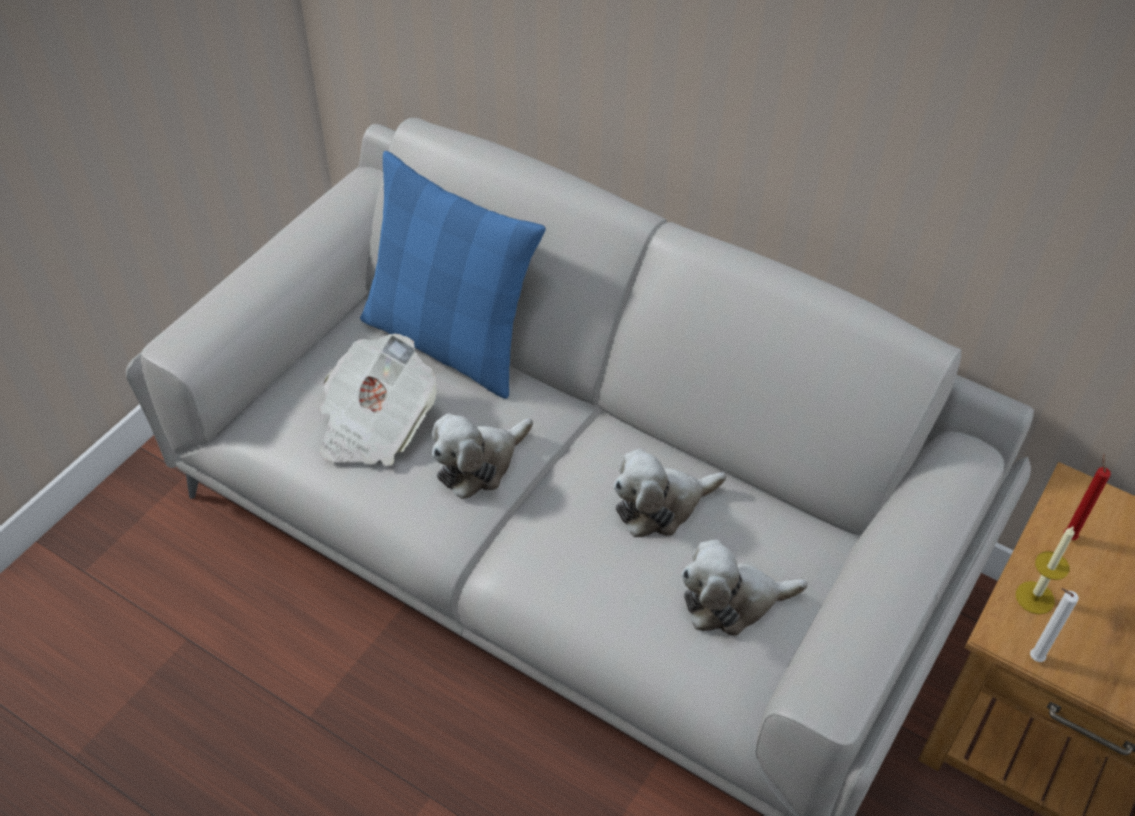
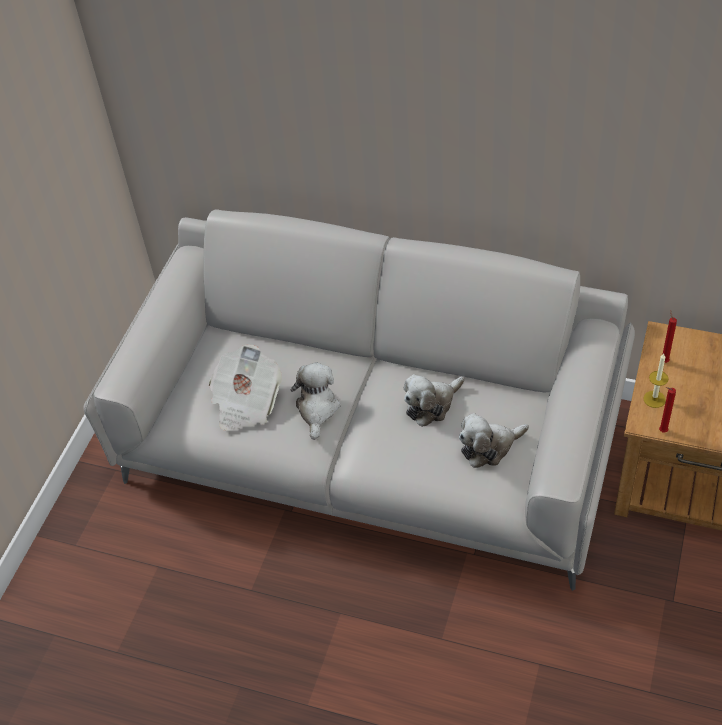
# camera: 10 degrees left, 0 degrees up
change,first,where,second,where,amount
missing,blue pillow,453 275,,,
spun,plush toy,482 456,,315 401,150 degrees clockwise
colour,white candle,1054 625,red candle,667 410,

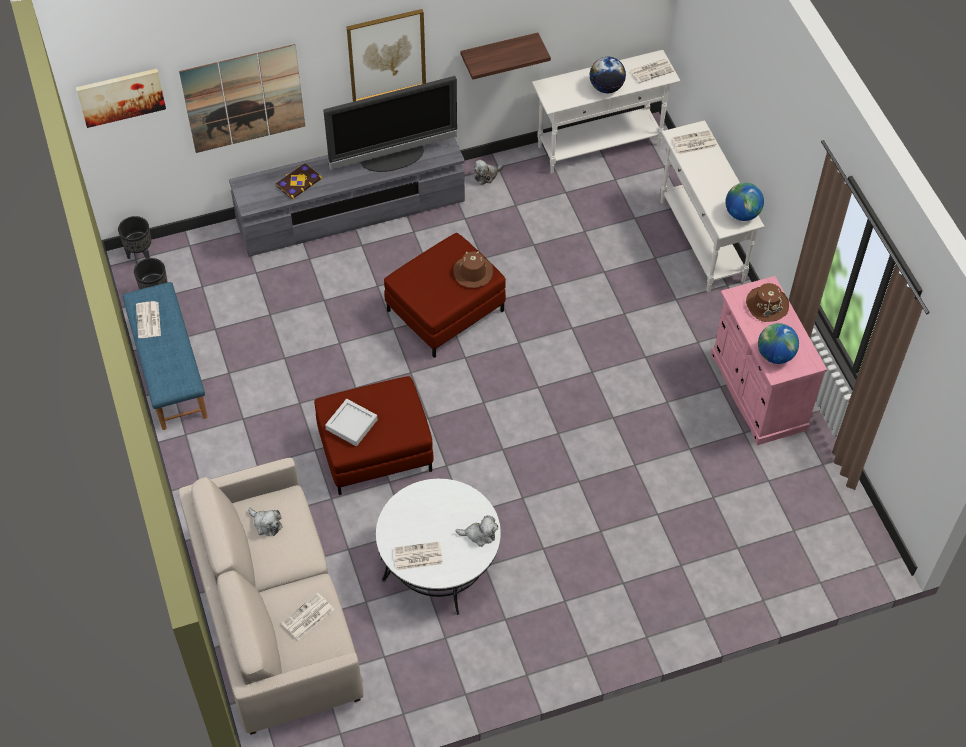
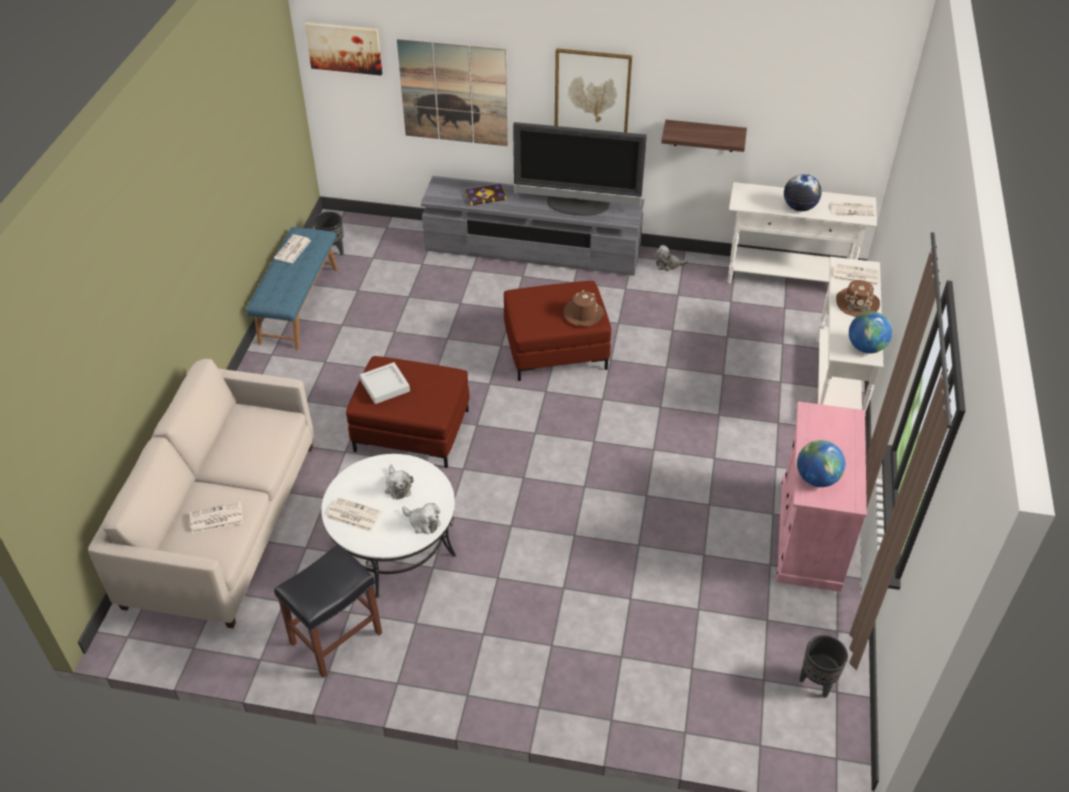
# camera: 30 degrees right, 10 degrees down
change,first,where,second,where,amount
relocated,black planter,134 237,,824 666,
relocated,brown hat,767 302,,858 298,
relocated,plush toy,265 521,,399 482,
appeared,,,black stool,328 611,

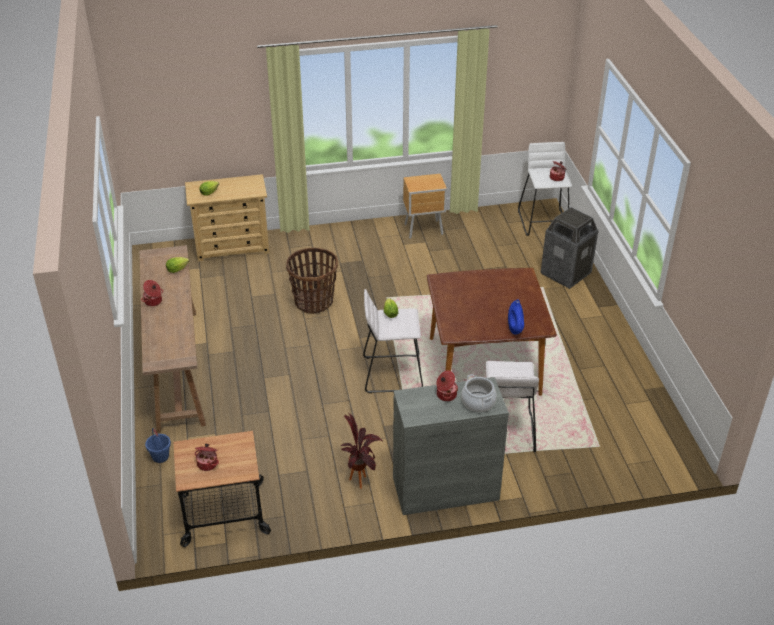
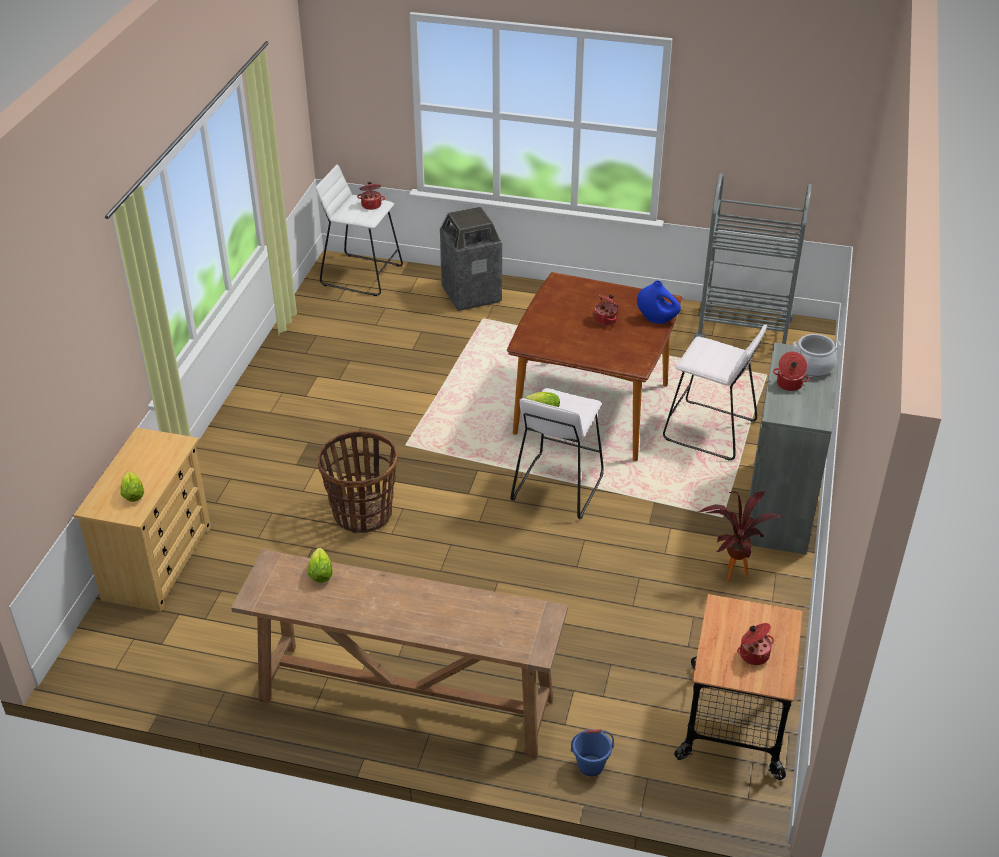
# camera: 65 degrees left, 0 degrees up
change,first,where,second,where,amount
missing,brown nightstand,425 206,,,
relocated,cooking pot,152 293,,607 310,
appeared,,,grey cart,753 258,

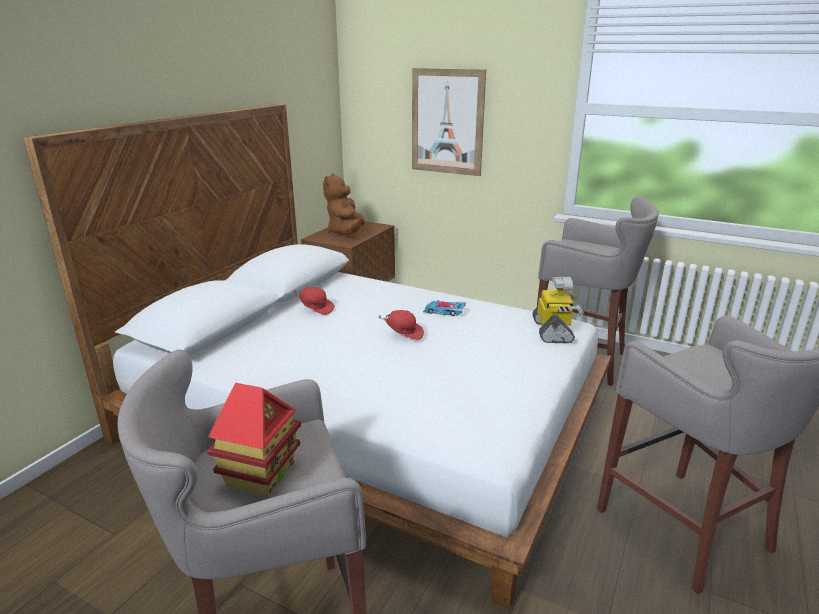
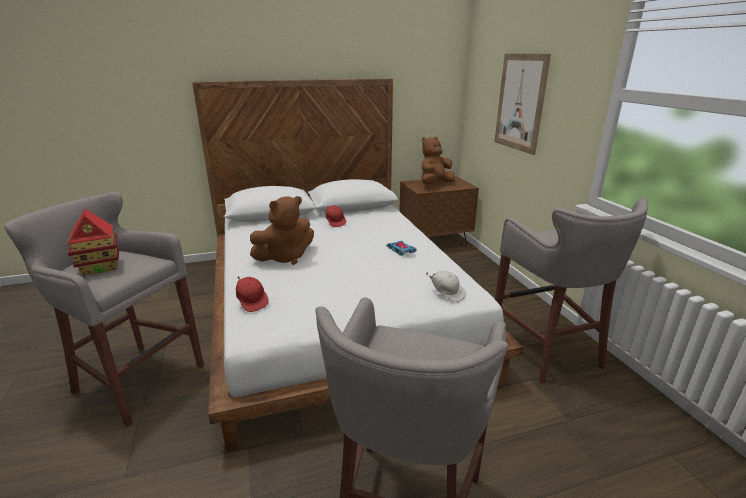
# camera: 45 degrees right, 0 degrees up
change,first,where,second,where,amount
exchanged,toy robot,558 310,white cap,446 286,
relocated,red cap,401 325,,252 294,
appeared,,,brown plush toy,282 230,

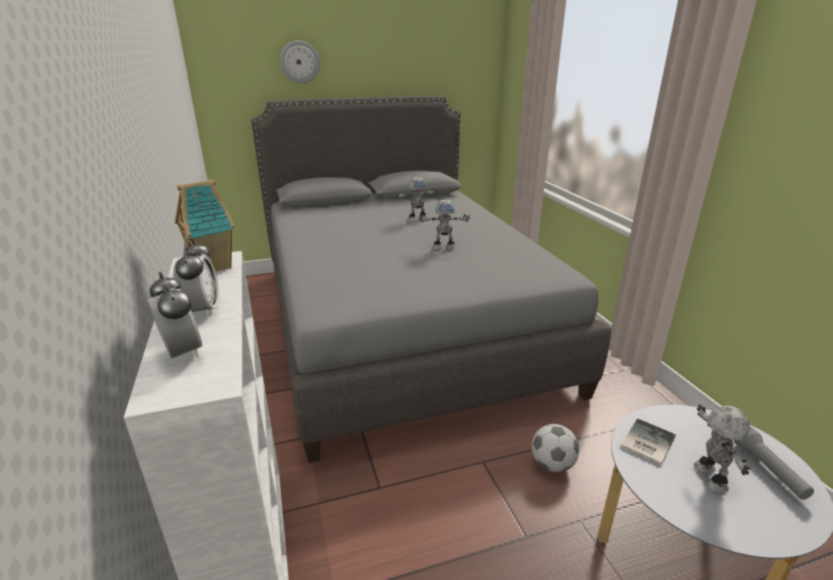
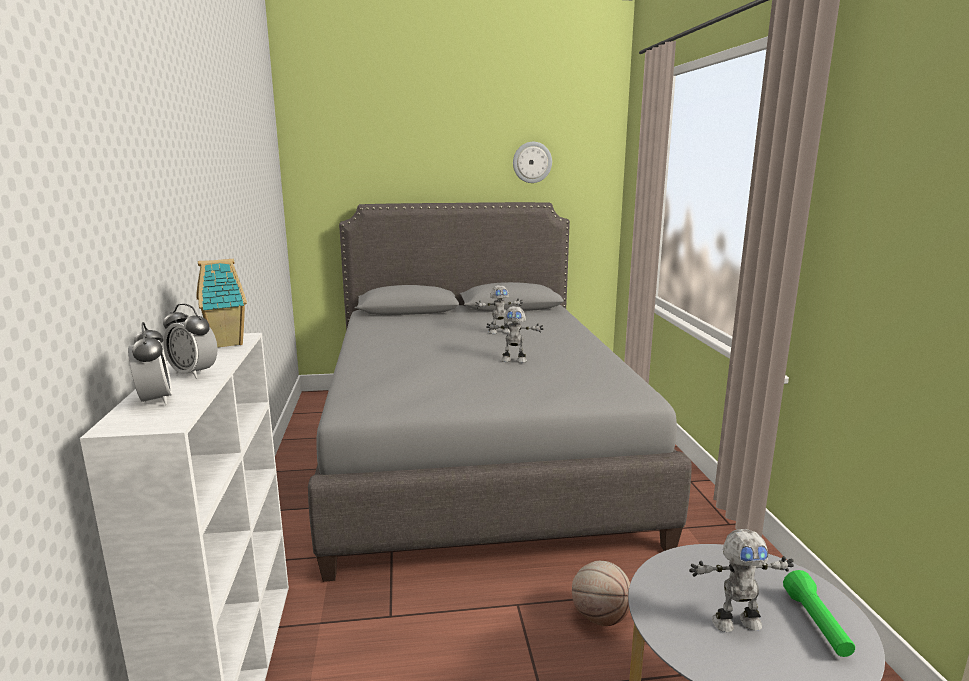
# camera: 10 degrees right, 10 degrees down
change,first,where,second,where,amount
relocated,wall clock,300 61,,532 162,
spun,alarm clock,196 278,,190 341,120 degrees clockwise
spun,toy robot,722 448,,741 580,75 degrees clockwise
missing,book,648 442,,,
exchanged,football,555 448,basketball,601 593,
colour,grey flashlight,774 463,green flashlight,819 613,

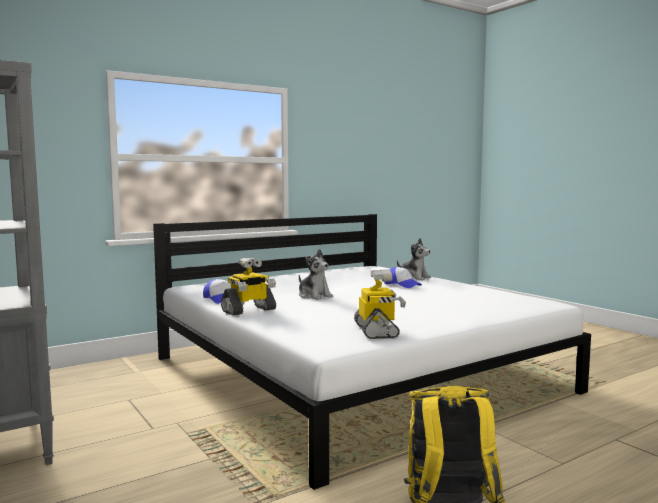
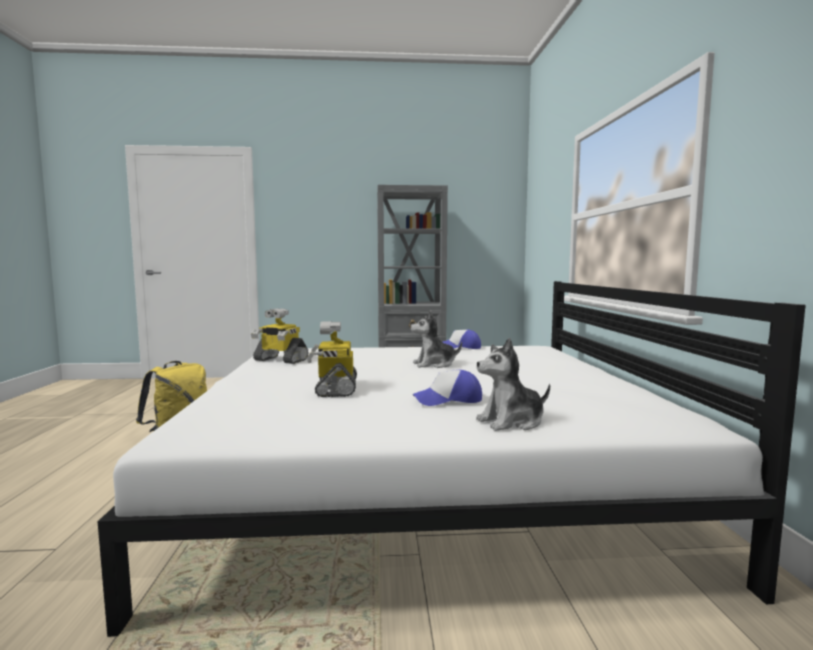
# camera: 120 degrees right, 0 degrees up
change,first,where,second,where,amount
relocated,toy robot,248 286,,332 359,

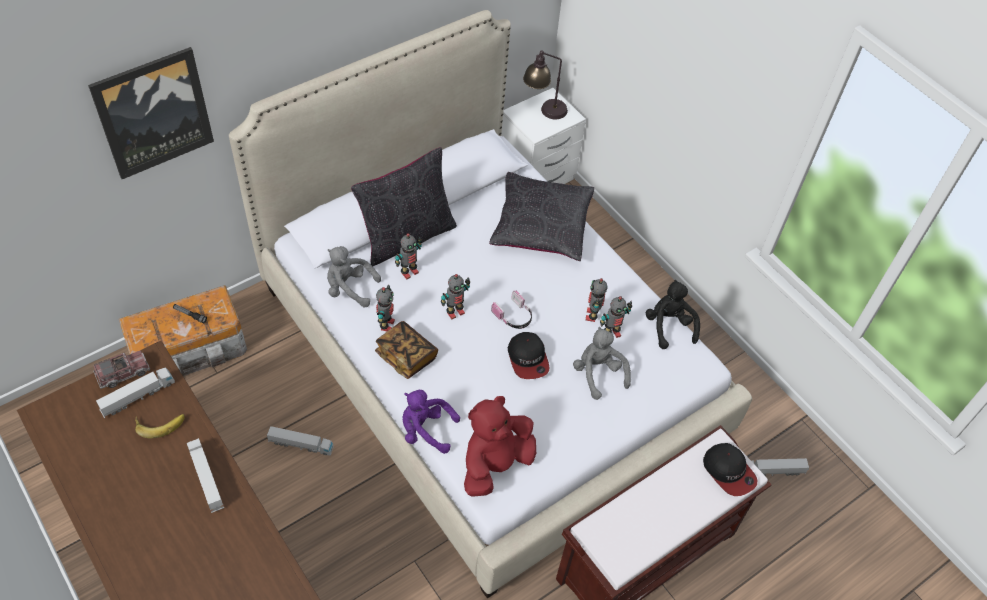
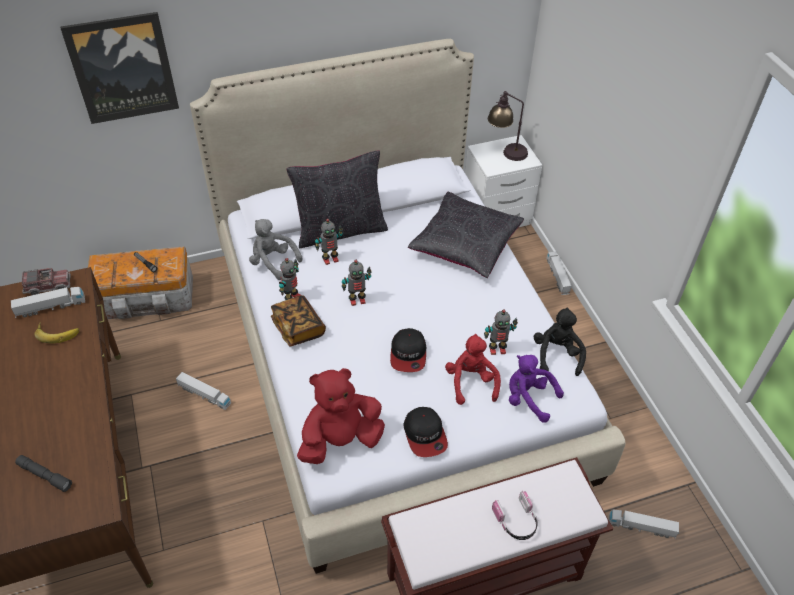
# camera: 20 degrees right, 5 degrees down
change,first,where,second,where,amount
missing,toy robot,597 300,,,
relocated,headphones,511 309,,515 515,
colour,grey plush toy,602 363,red plush toy,473 369,
relocated,purple plush toy,431 422,,536 389,
relocated,toy truck,205 475,,558 273,
relocated,cap,730 469,,425 432,
appeared,,,grey flashlight,43 473,

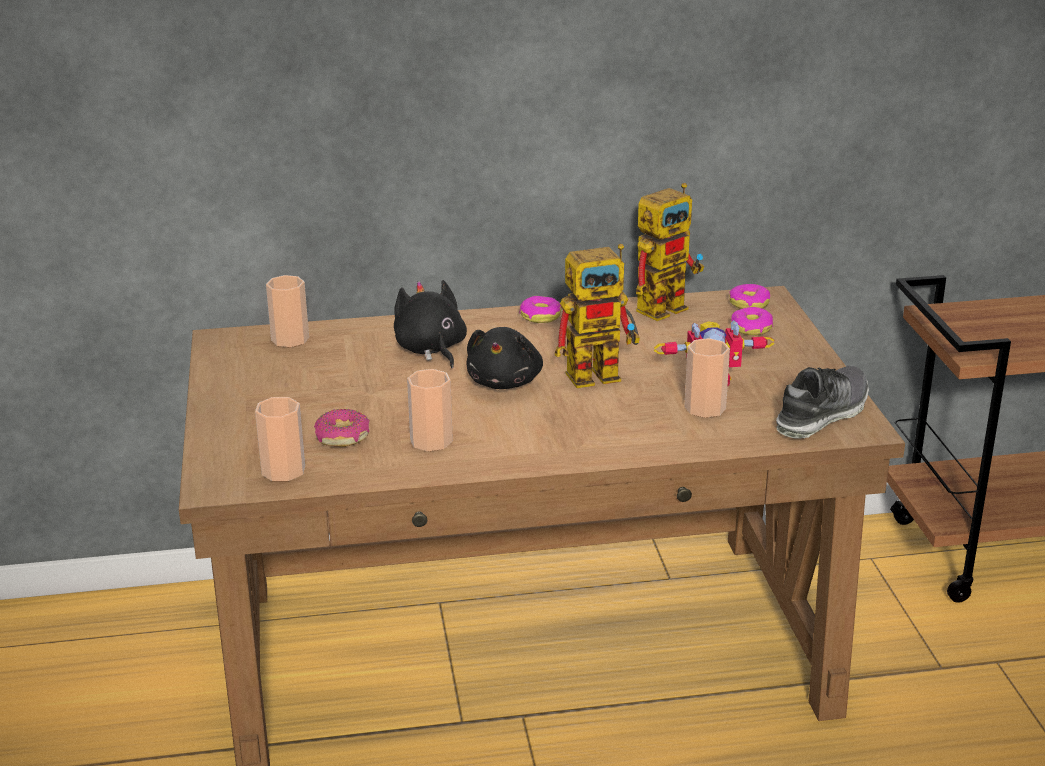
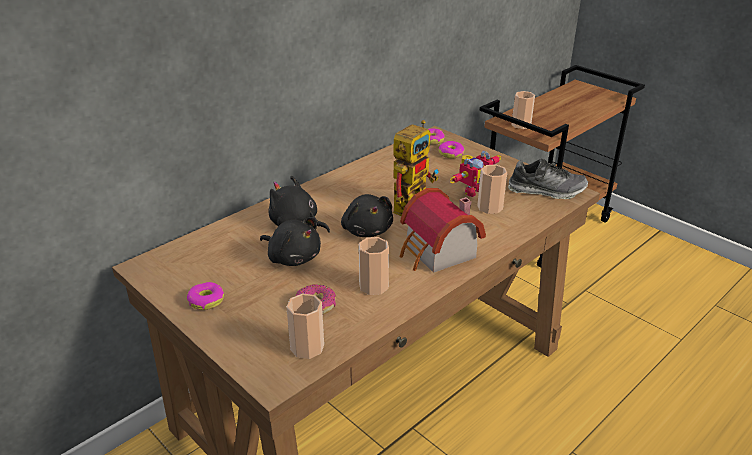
# camera: 35 degrees left, 5 degrees up
change,first,where,second,where,amount
missing,toy robot,670 252,,,
relocated,cup,287 311,,523 110,
relocated,donut,541 309,,205 296,
spun,shoe,822 402,,548 179,90 degrees clockwise
appeared,,,toy house,443 230,
appeared,,,black plush toy,290 241,

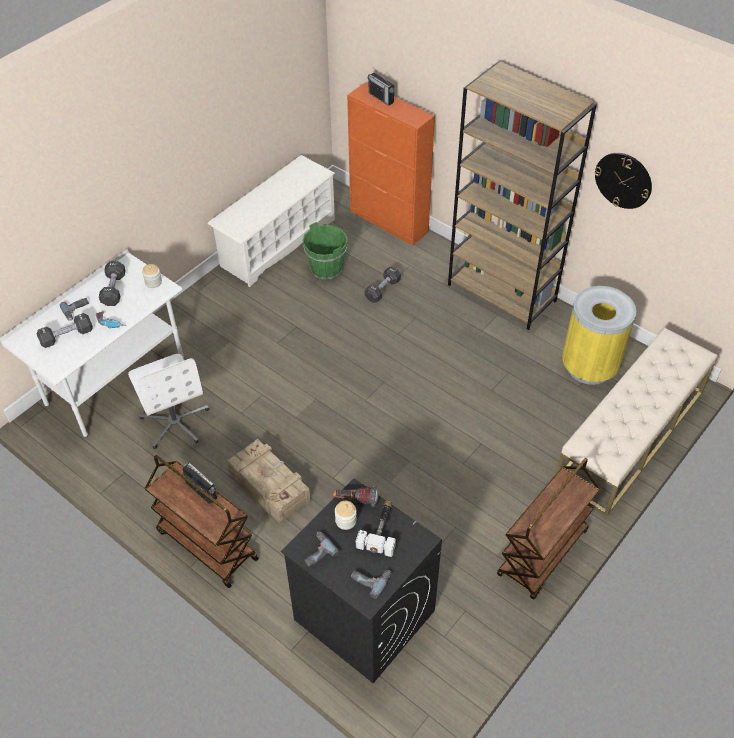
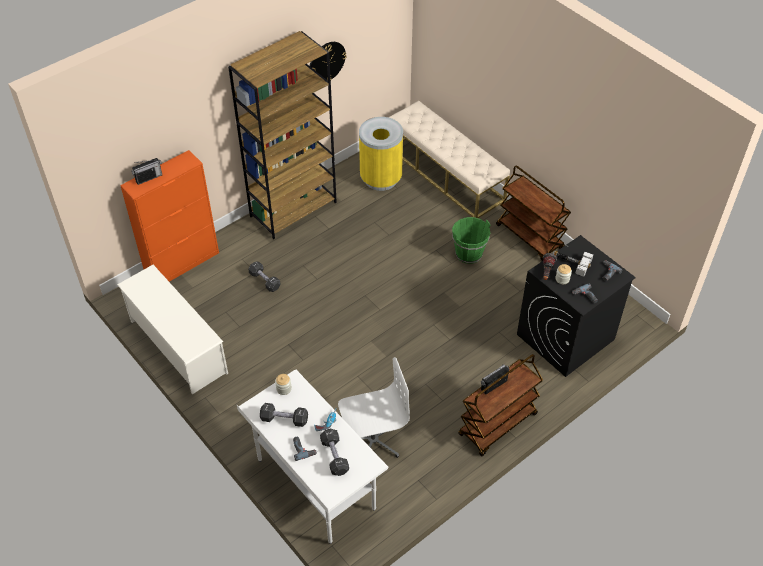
# camera: 80 degrees left, 0 degrees up
change,first,where,second,where,amount
relocated,green bucket,325 251,,471 240,
missing,crate,269 482,,,

